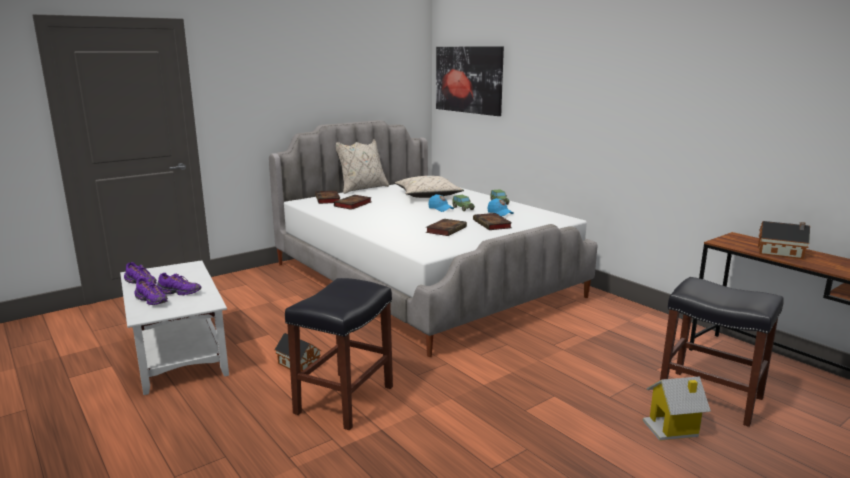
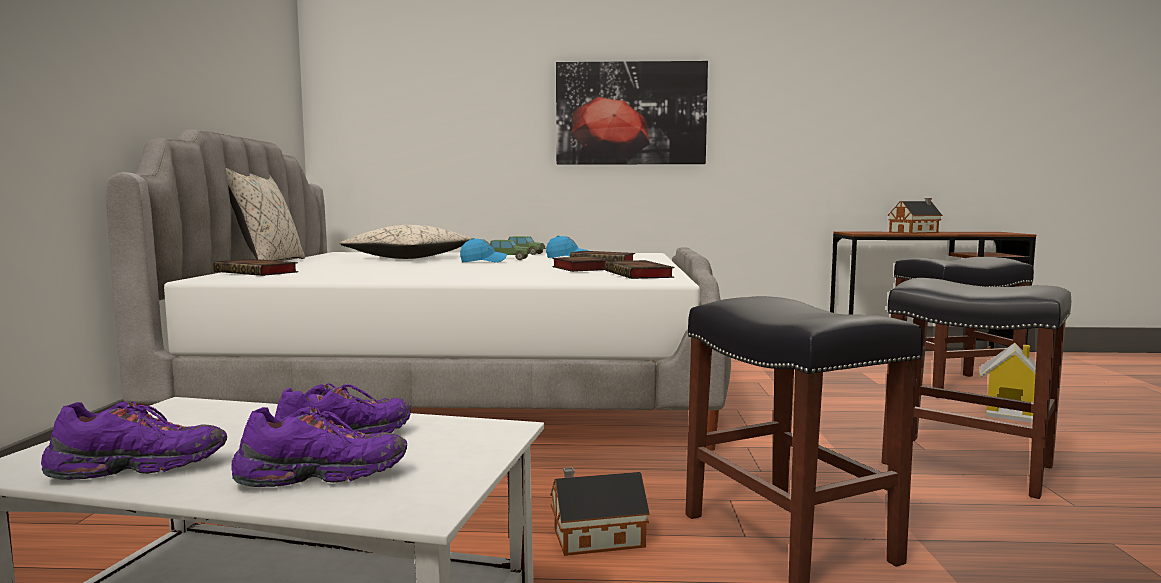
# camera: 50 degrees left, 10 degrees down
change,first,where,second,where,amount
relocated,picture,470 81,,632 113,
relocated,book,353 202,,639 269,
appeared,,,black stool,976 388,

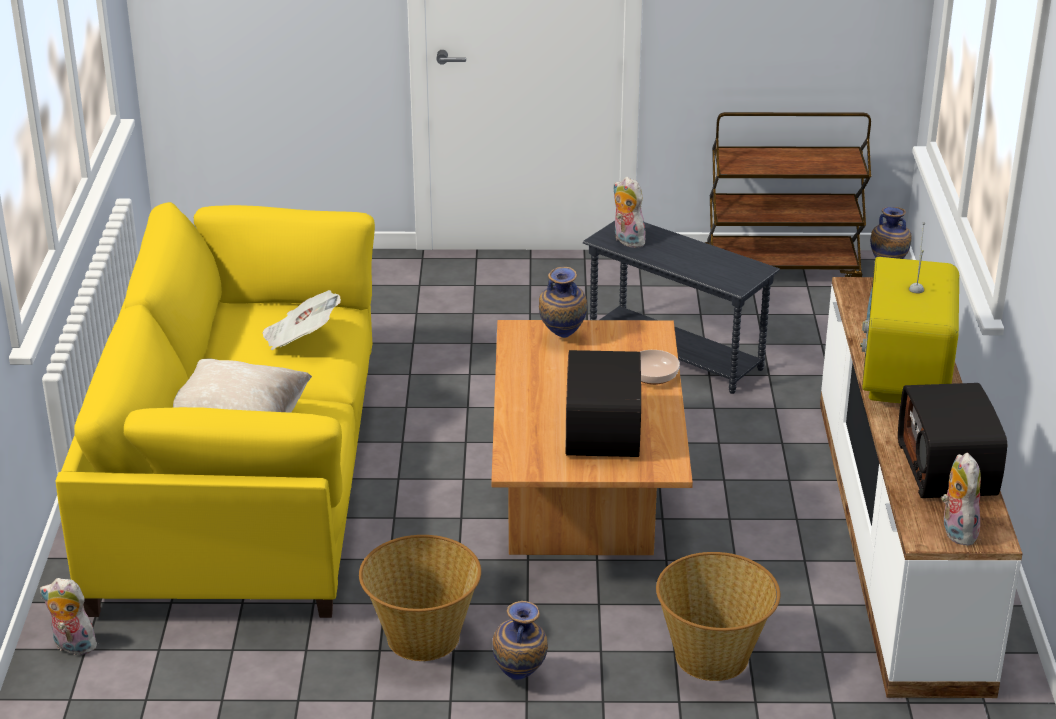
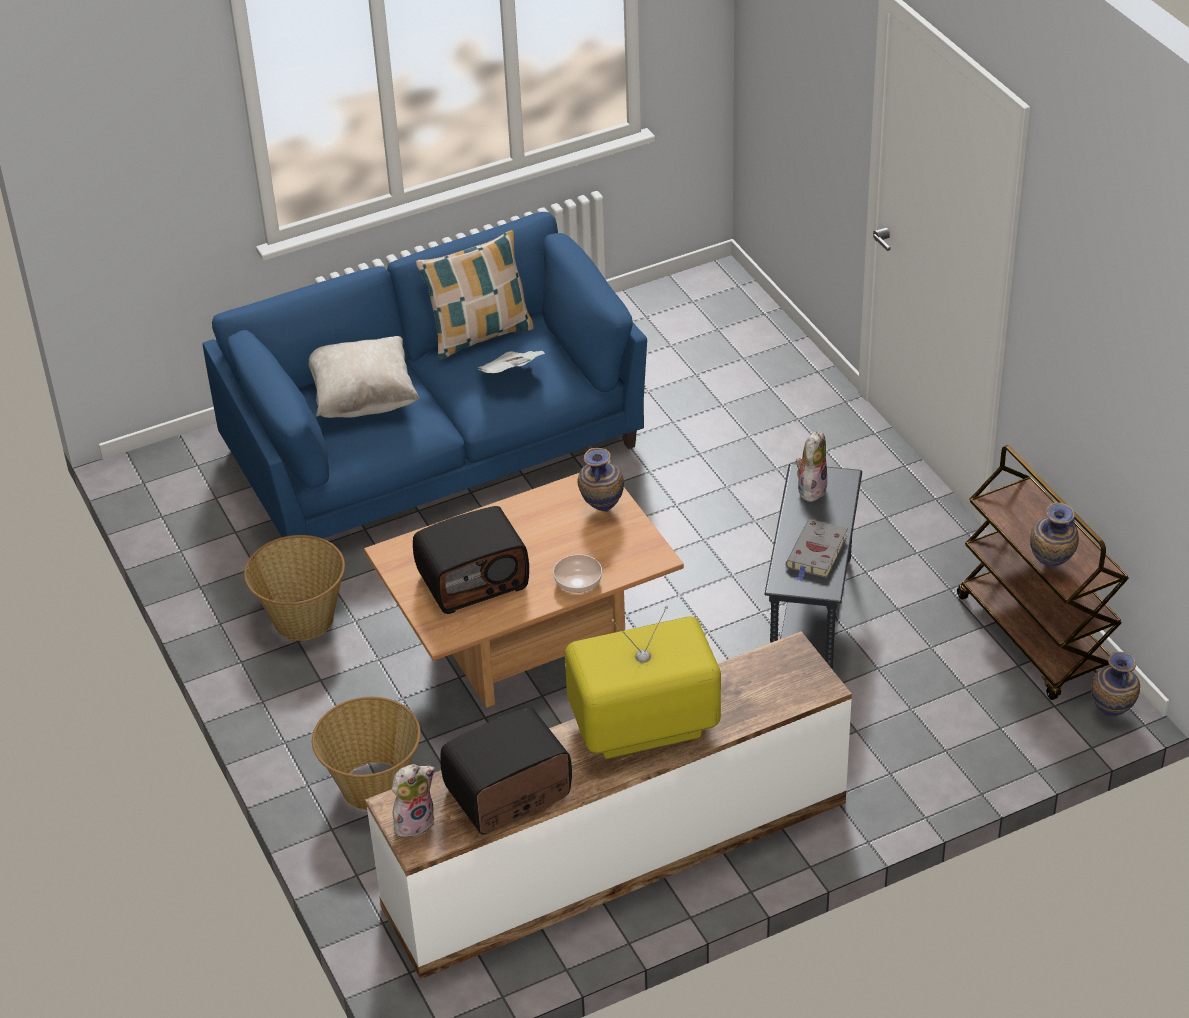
# camera: 65 degrees right, 10 degrees up
change,first,where,second,where,amount
colour,yellow sofa,215 410,blue sofa,425 375,
missing,plush toy,69 616,,,
relocated,vase,520 640,,1054 534,
appeared,,,pillow,475 295,
appeared,,,grey book,817 550,

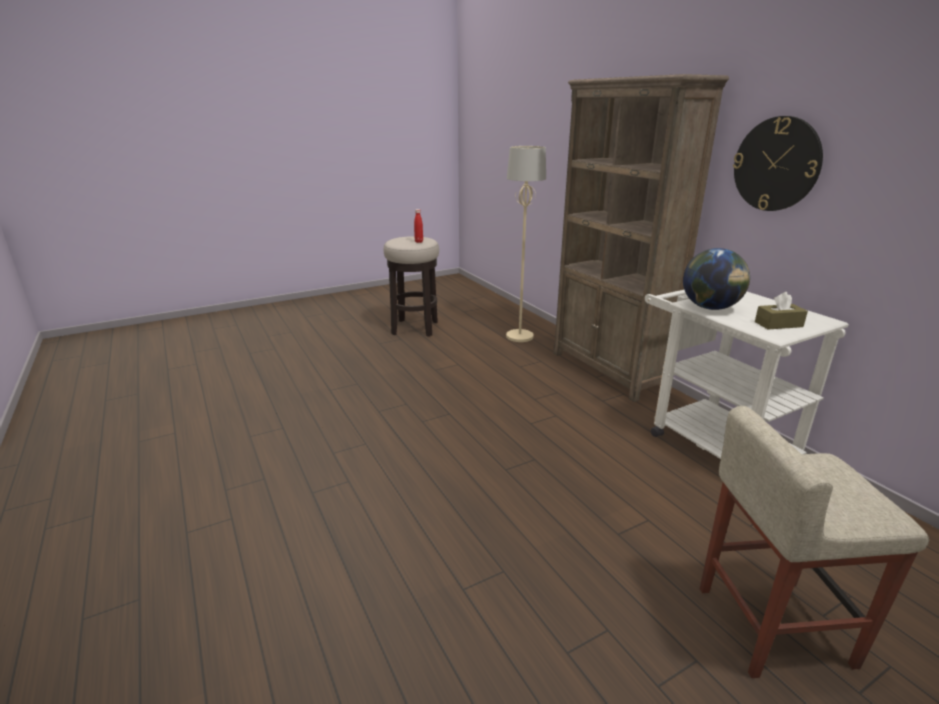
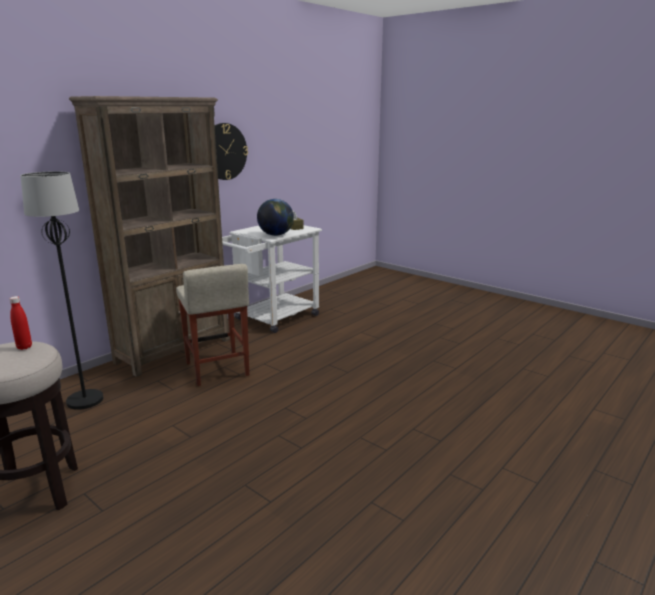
# camera: 110 degrees left, 5 degrees down
change,first,where,second,where,amount
colour,beige floor lamp,526 244,black floor lamp,62 290,
relocated,beige stool,814 542,,212 325,

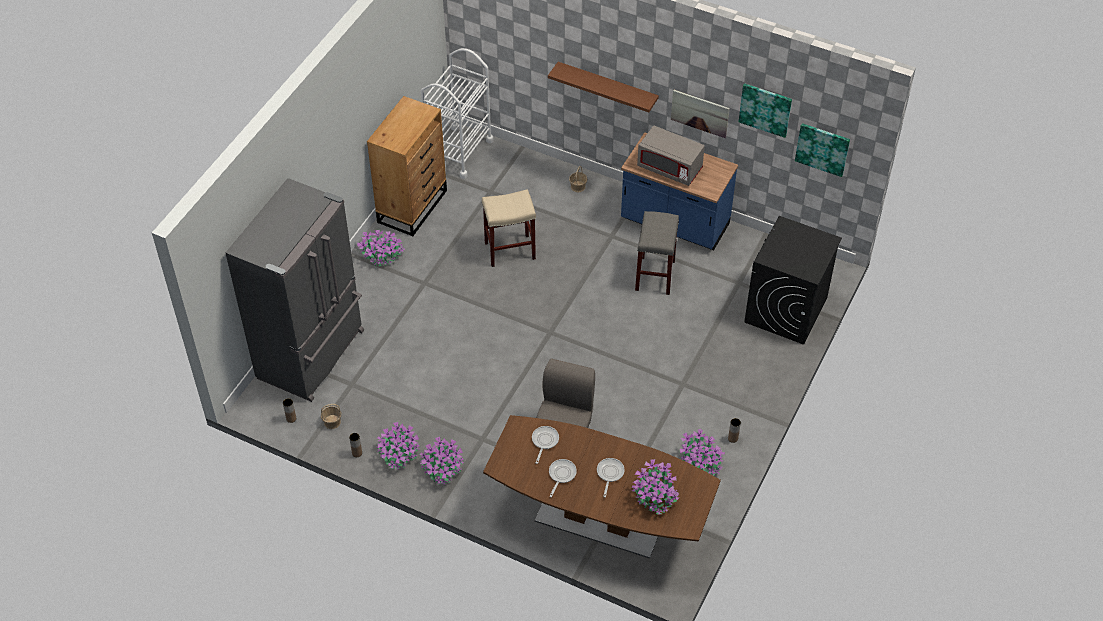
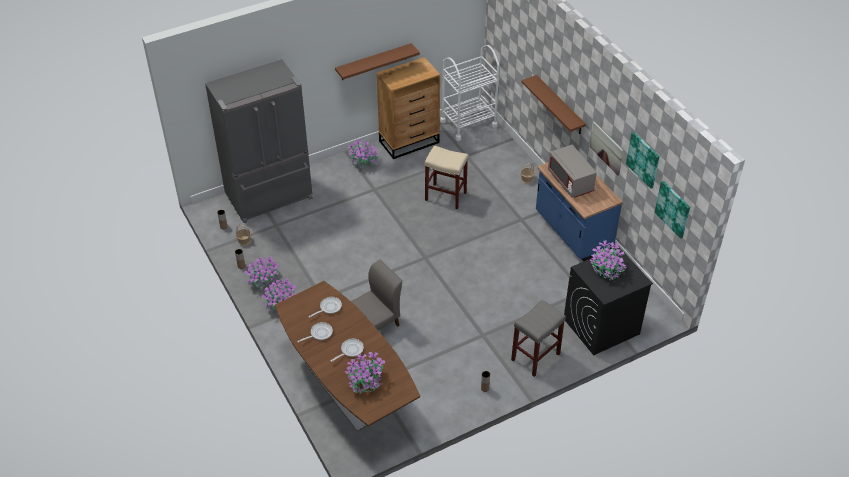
# camera: 35 degrees right, 5 degrees down
change,first,where,second,where,amount
relocated,grey stool,657 253,,538 338,
relocated,potted plant,702 452,,608 260,
appeared,,,brown shelf,377 61,

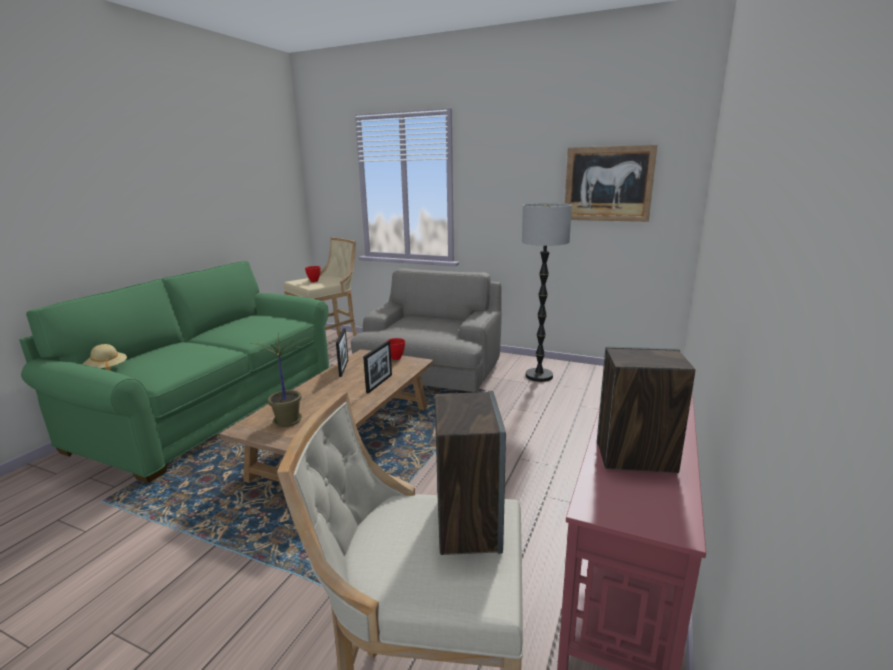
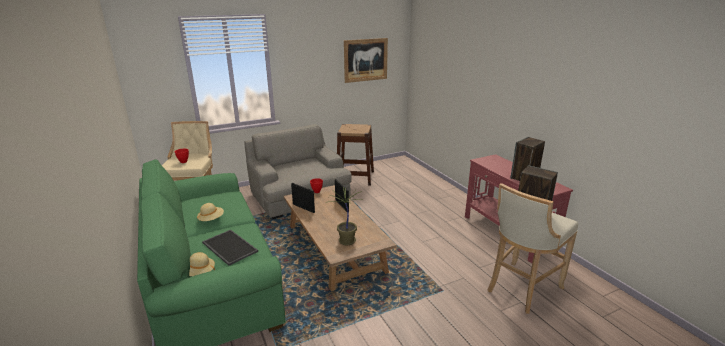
# camera: 50 degrees left, 5 degrees up
change,first,where,second,where,amount
exchanged,floor lamp,547 292,brown stool,355 155,
appeared,,,beige hat,210 212,
appeared,,,tray,230 248,

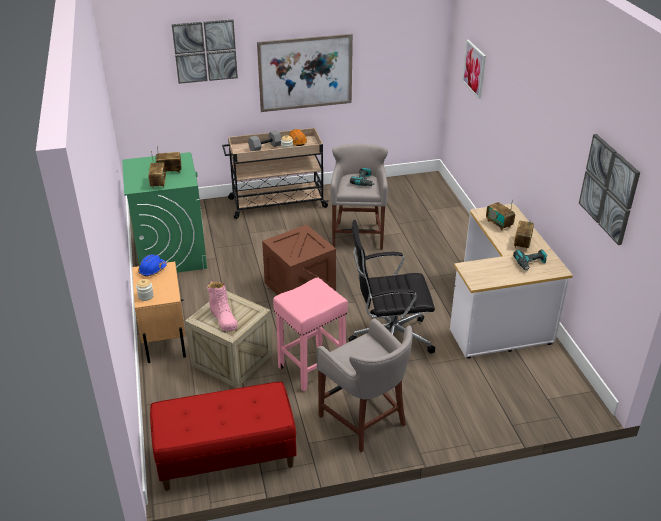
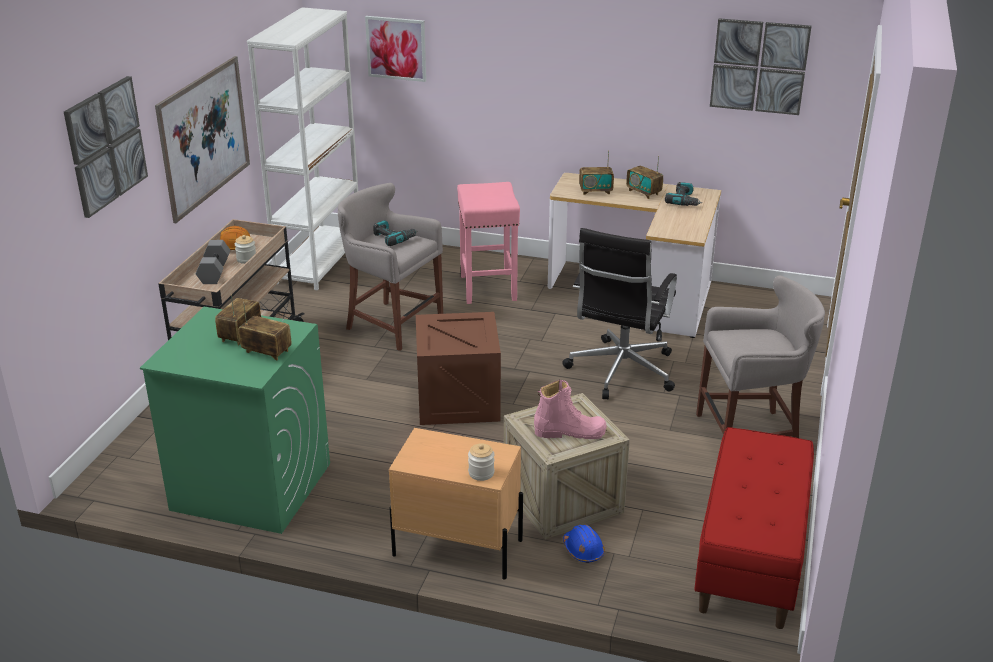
# camera: 60 degrees left, 5 degrees down
change,first,where,second,where,amount
relocated,blue hard hat,152 265,,584 544,
relocated,pink stool,310 334,,488 243,
appeared,,,white bookcase,302 148,

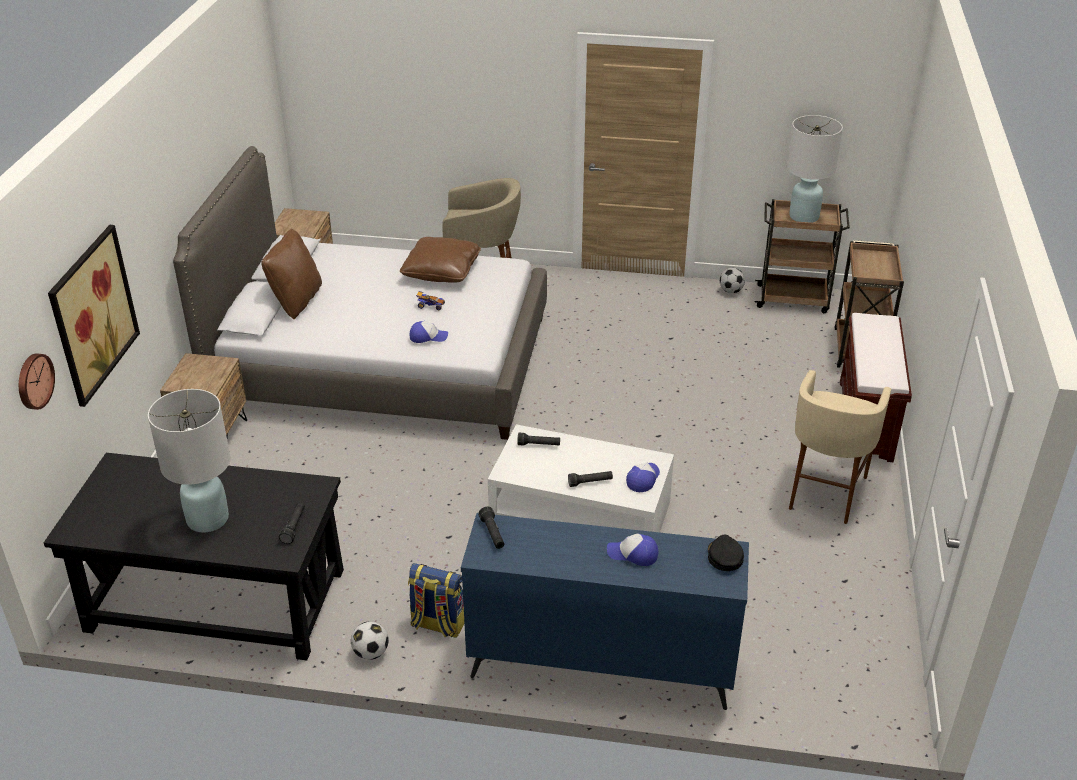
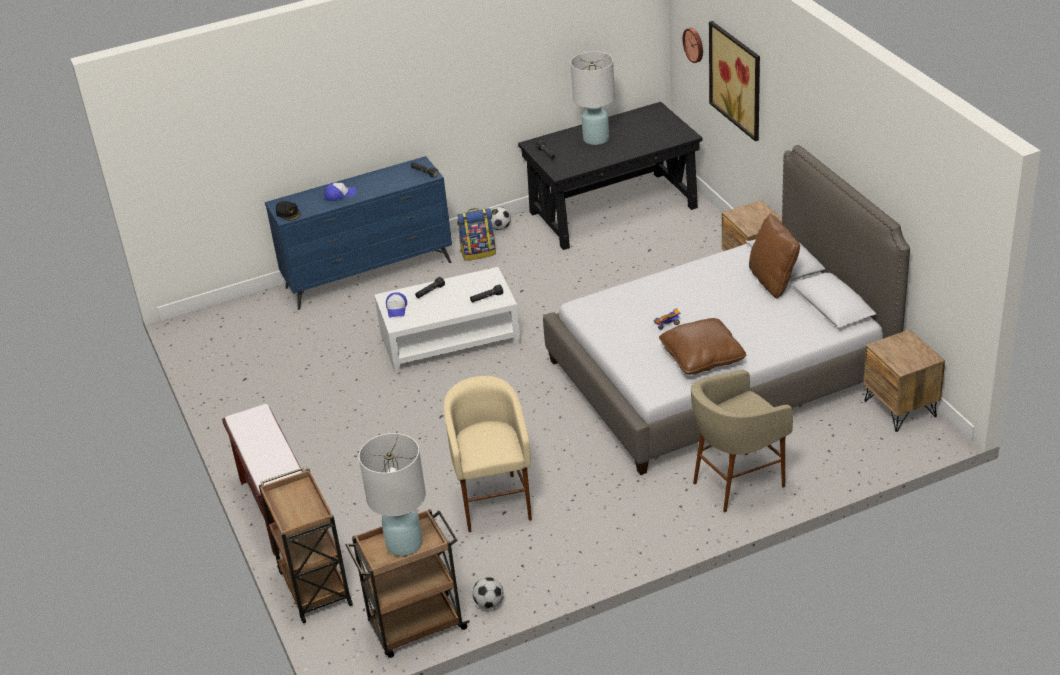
# camera: 150 degrees right, 0 degrees up
change,first,where,second,where,amount
missing,cap,428 332,,,
relocated,beige stool,840 447,,488 454,

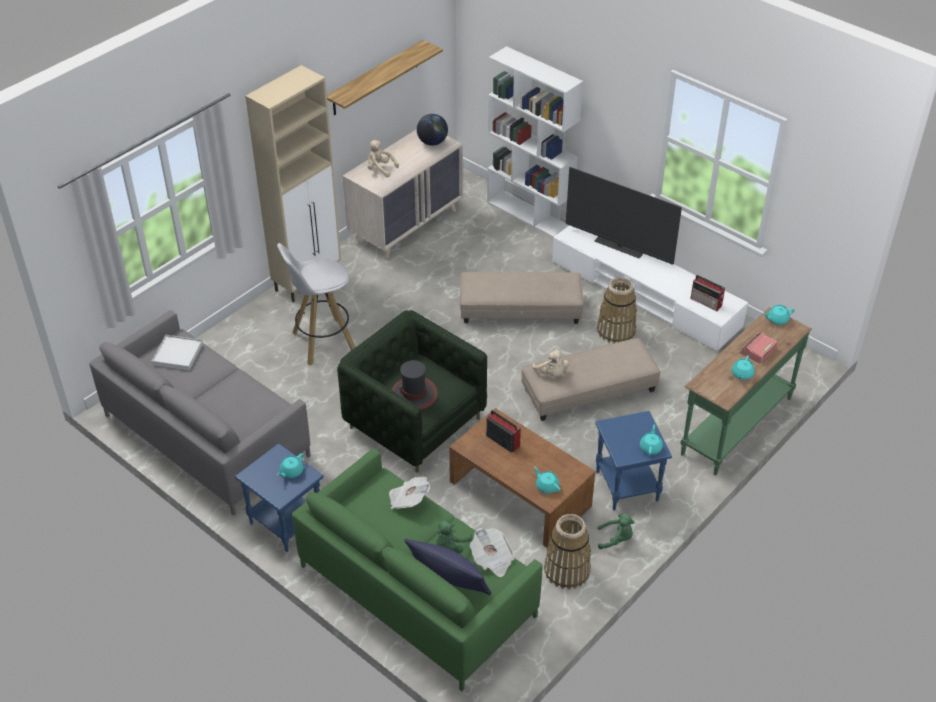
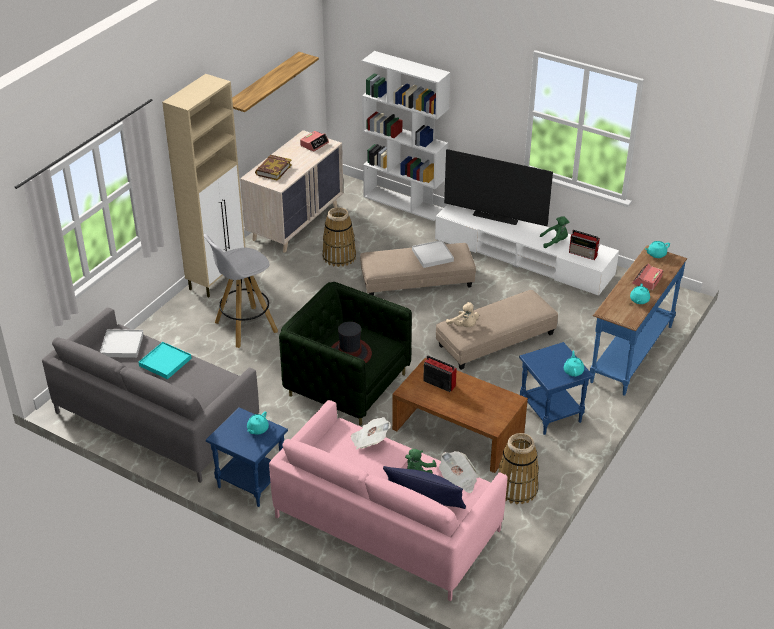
# camera: 10 degrees left, 5 degrees down
change,first,where,second,where,amount
exchanged,globe,432 130,alarm clock,314 141,
exchanged,beige plush toy,383 159,book,273 168,
relocated,basket,617 310,,339 237,
colour,green console table,746 391,blue console table,638 320,
colour,green sofa,417 569,pink sofa,388 501,
missing,turquoise teapot,547 480,,,
relocated,green plush toy,616 531,,554 232,
appeared,,,white tray,433 254,
appeared,,,turquoise tray,165 360,

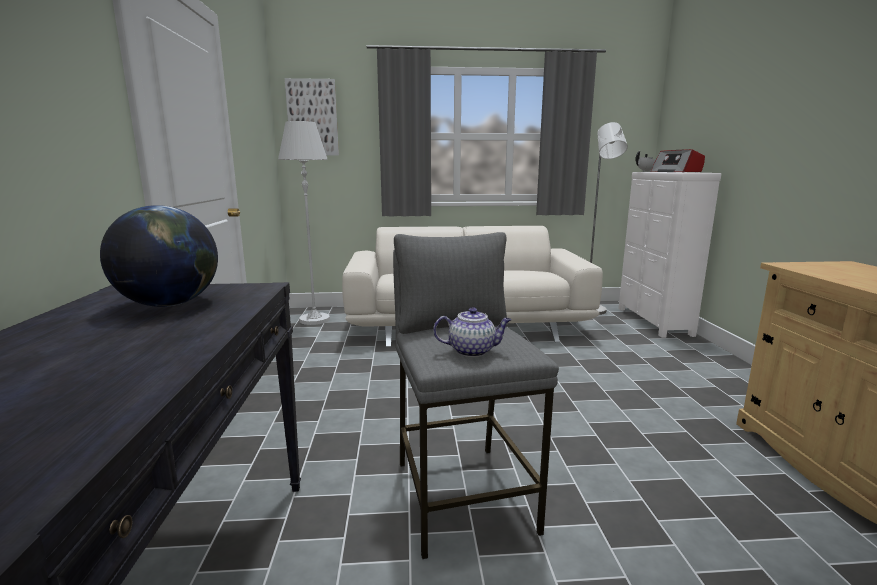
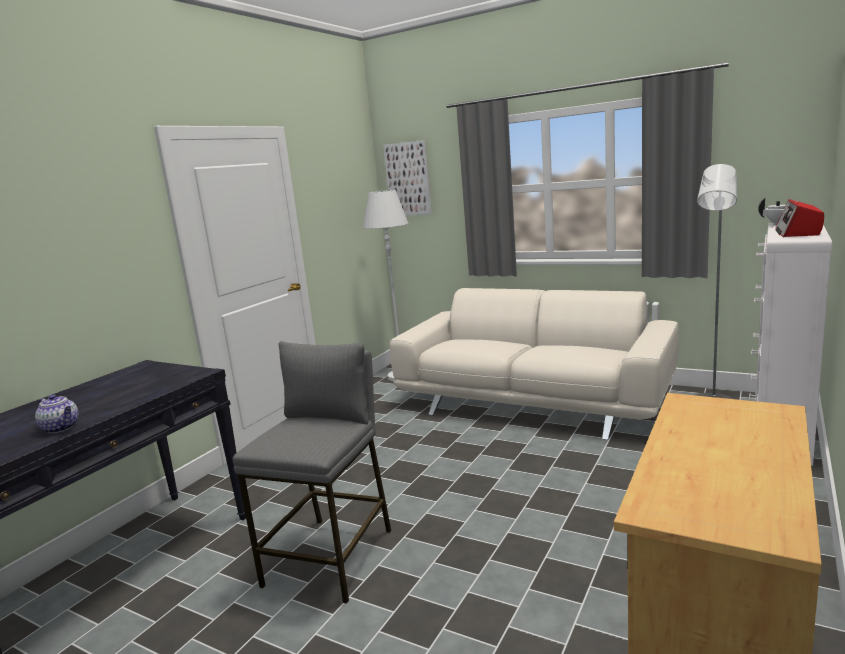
# camera: 35 degrees right, 0 degrees up
change,first,where,second,where,amount
missing,globe,159 256,,,
relocated,teapot,472 332,,57 413,

